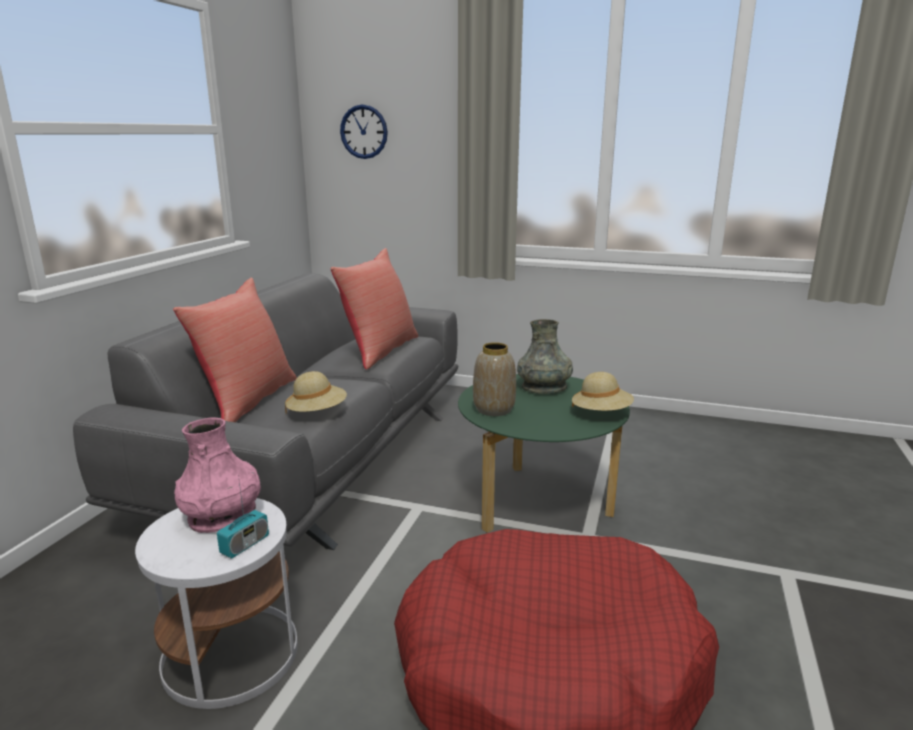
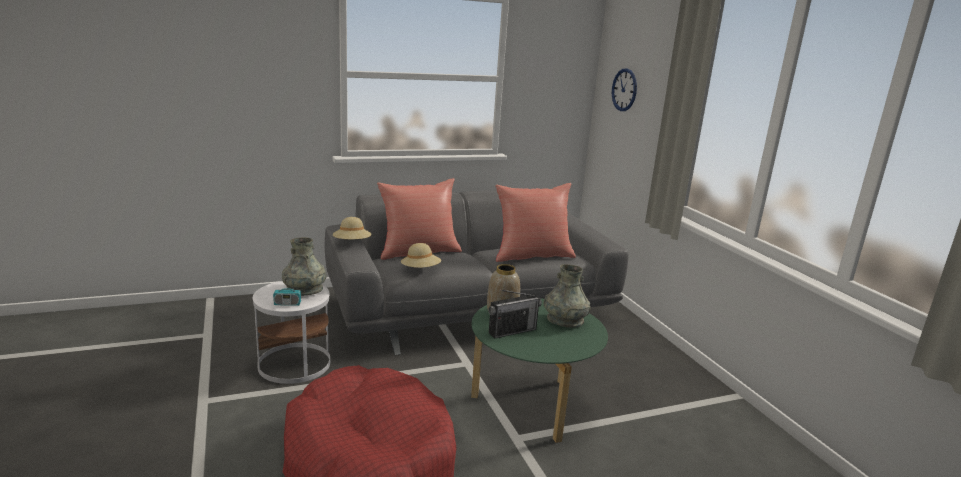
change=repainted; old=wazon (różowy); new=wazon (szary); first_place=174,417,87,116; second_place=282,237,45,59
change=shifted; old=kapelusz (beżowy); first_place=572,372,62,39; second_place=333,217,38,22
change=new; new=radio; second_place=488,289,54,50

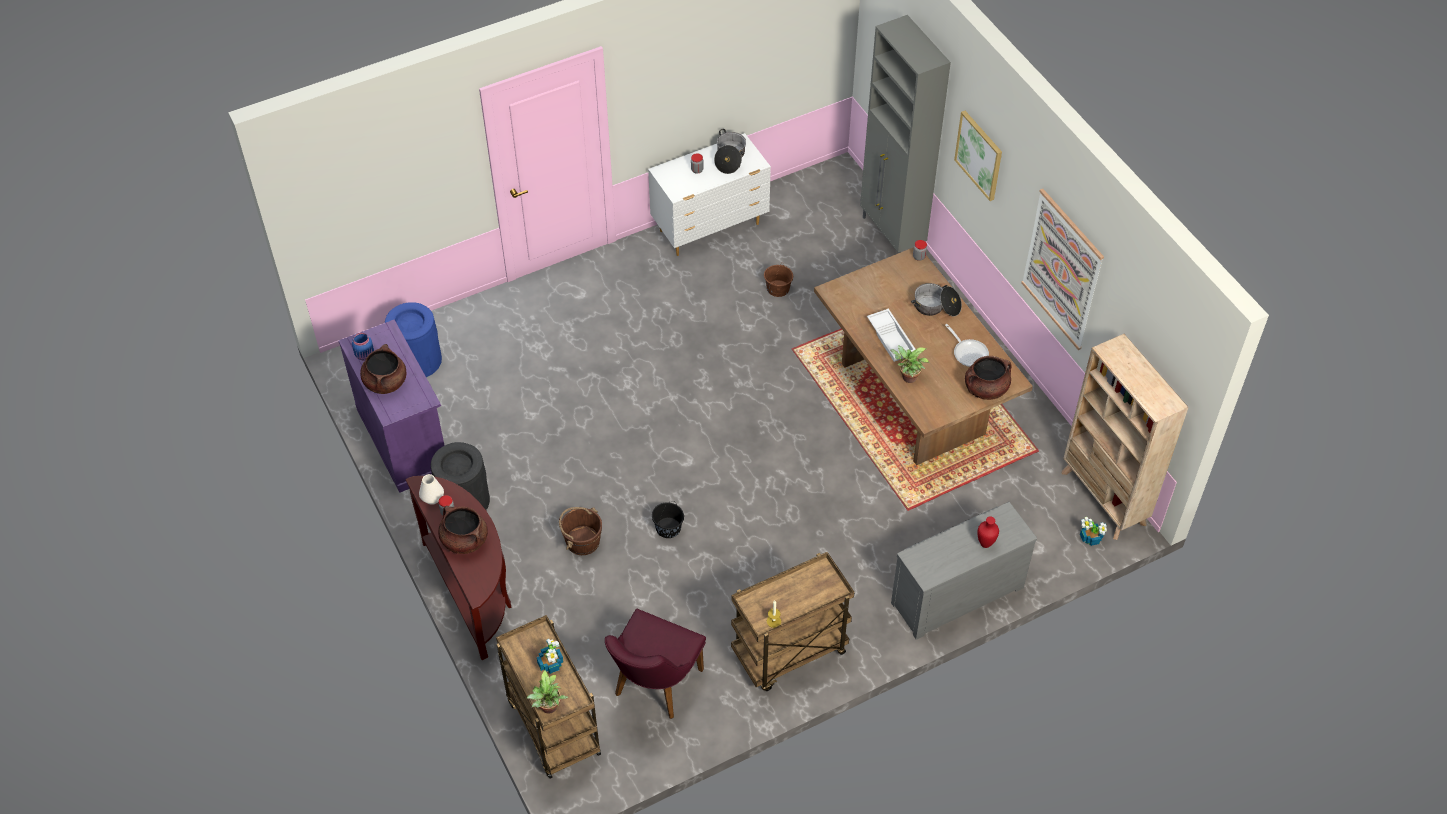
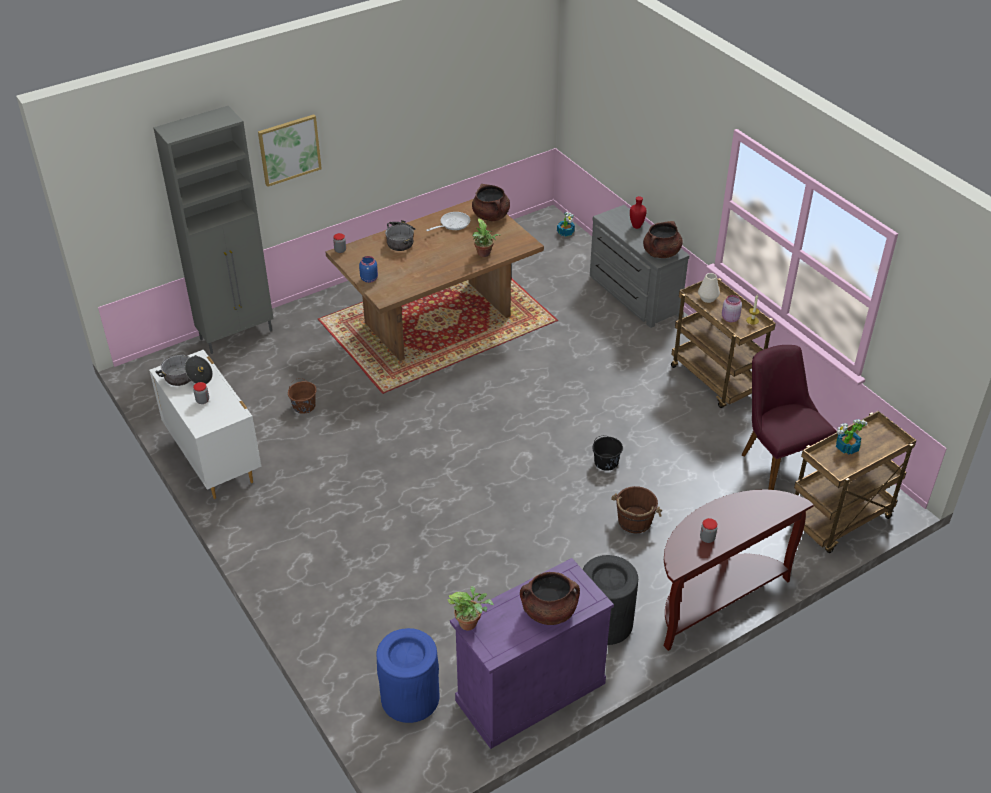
change=shifted; old=słoik (niebieski); first_place=352,333,22,27; second_place=359,256,19,27
change=shifted; old=wazon (biały); first_place=419,474,25,31; second_place=698,273,22,30
change=shifted; old=garnek (brązowy); first_place=438,506,50,48; second_place=643,221,40,37
change=shifted; old=roślina doniczkowa; first_place=527,670,41,44; second_place=447,586,47,45
change=rotated; old=krzesło (fioletowy); first_place=605,609,101,110; second_place=741,345,96,145; degrees=-135
change=gone; old=taca (biały); first_place=867,308,49,54
change=gone; old=obraz; first_place=1021,189,83,161
change=gone; old=regał (beżowy); first_place=1061,334,128,206
change=new; new=słoik (różowy); second_place=722,295,20,27

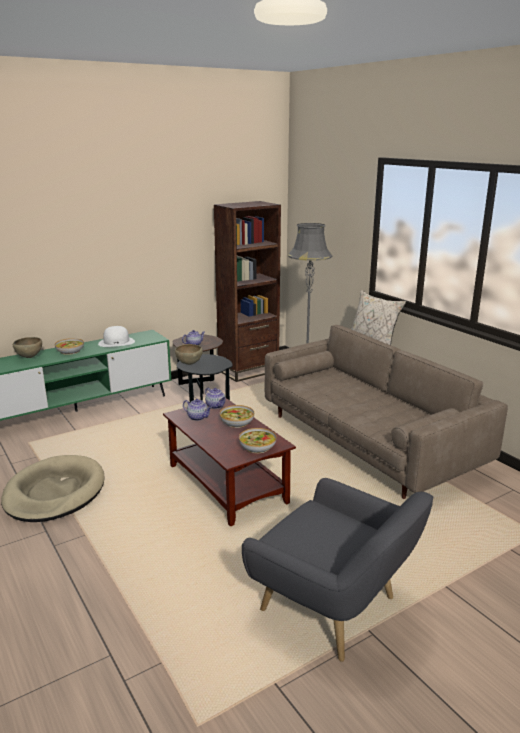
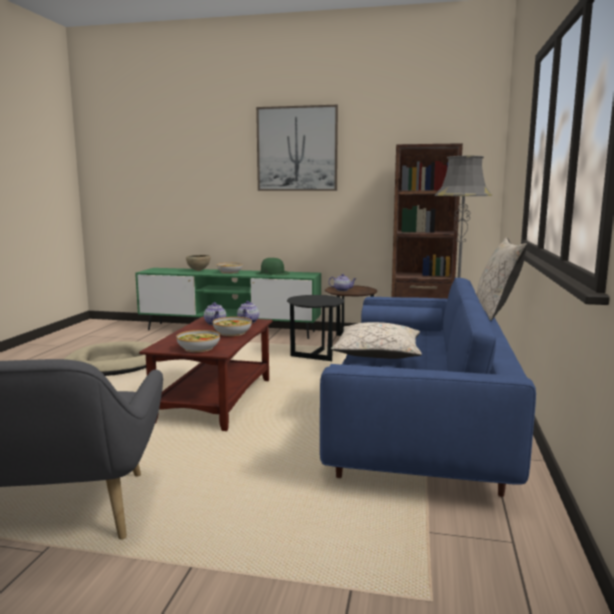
change=repainted; old=kapelusz (biały); new=kapelusz (zielony); first_place=98,326,37,21; second_place=256,258,34,18
change=gone; old=miska (brązowy); first_place=175,344,28,21
change=repainted; old=kanapa (beżowy); new=kanapa (niebieski); first_place=265,325,243,174; second_place=320,278,216,219
change=new; new=obraz; second_place=256,105,82,86
change=new; new=poduszka (beżowy); second_place=331,322,91,37

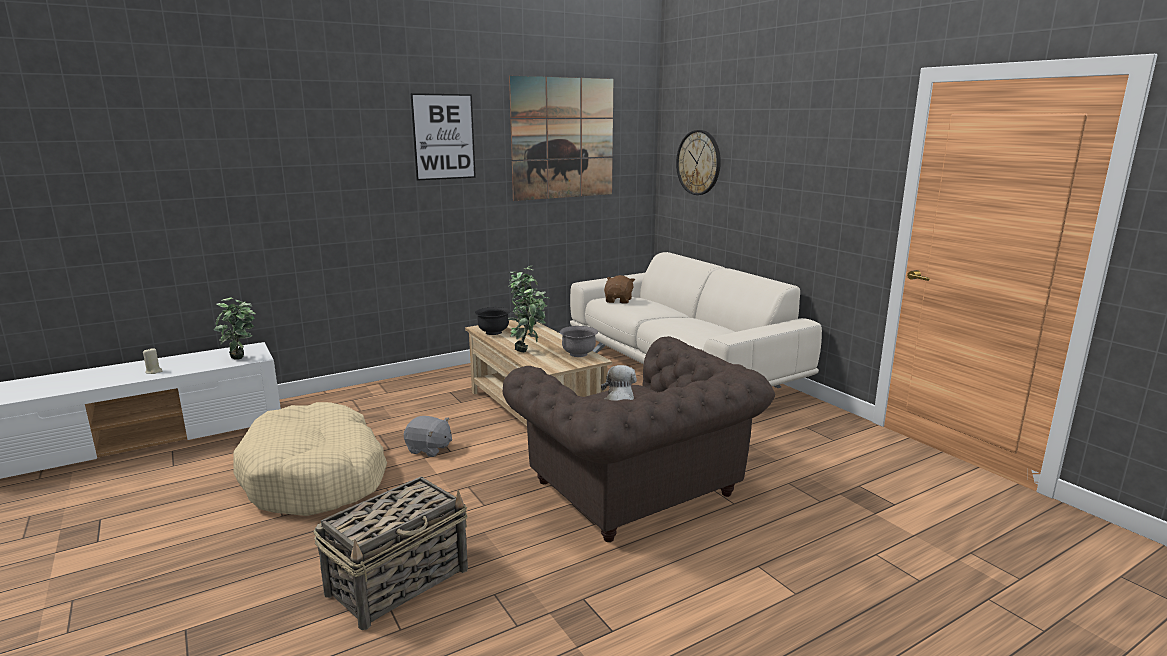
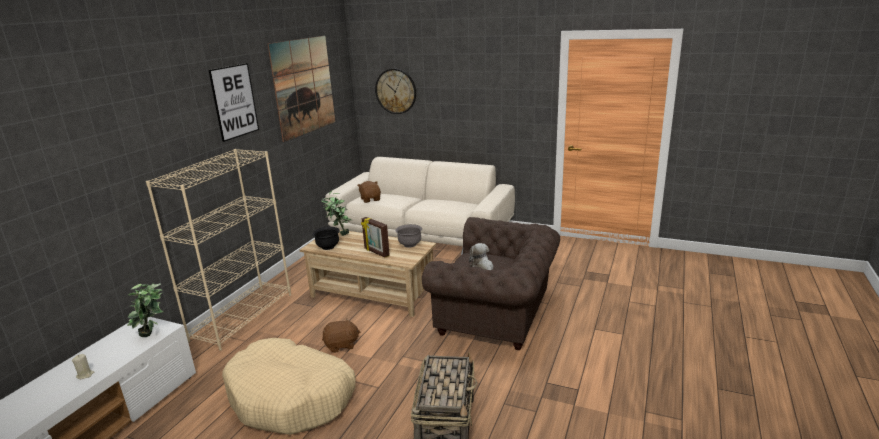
change=repainted; old=pluszak (szary); new=pluszak (brązowy); first_place=404,416,48,41; second_place=322,318,39,35
change=swapped; old=roślina doniczkowa; new=ramka na zdjęcie; first_place=508,289,42,63; second_place=361,217,29,41
change=new; new=regał (beżowy); second_place=146,149,145,202

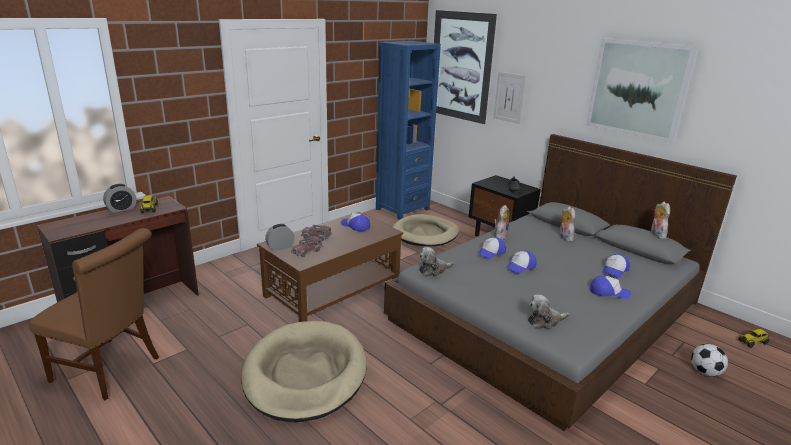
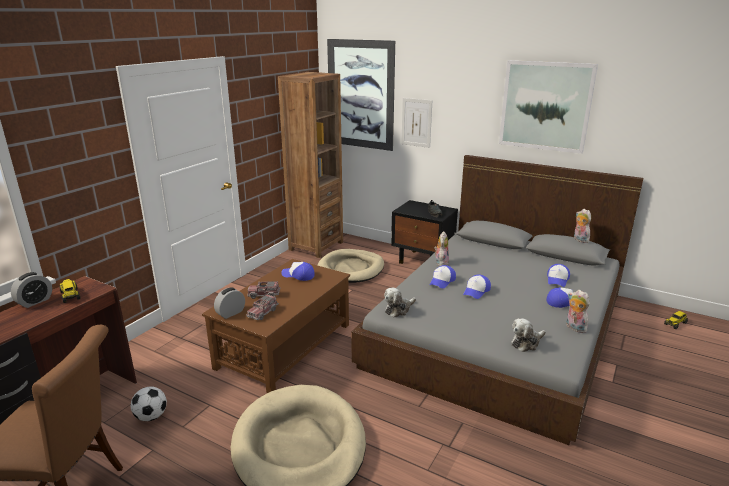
change=repainted; old=regał (niebieski); new=regał (brązowy); first_place=376,41,65,179; second_place=278,72,65,186
change=shifted; old=pluszak; first_place=559,206,17,36; second_place=566,290,24,43
change=shifted; old=piłka futbolowa; first_place=691,344,37,32; second_place=131,386,36,35

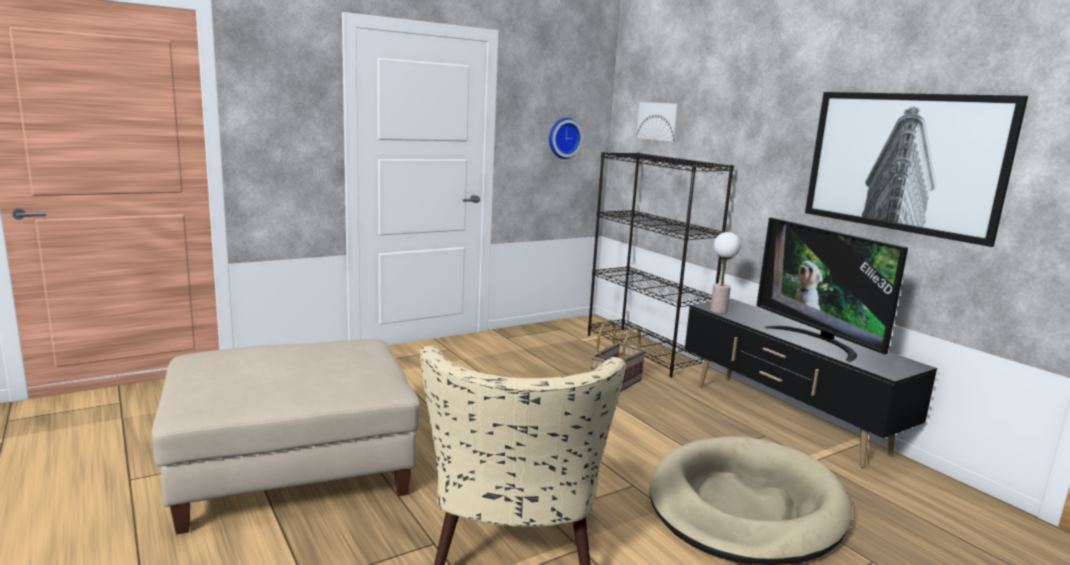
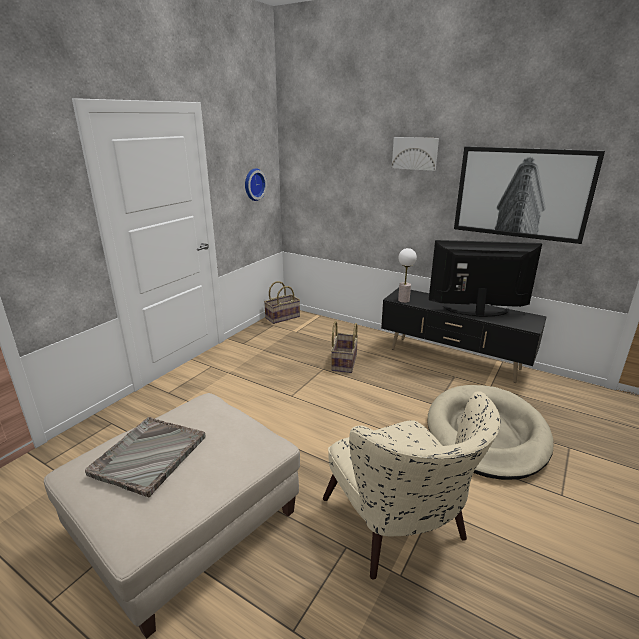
change=gone; old=regał (czarny); first_place=588,152,146,225
change=shifted; old=obraz; first_place=636,102,45,40; second_place=392,137,47,34
change=rotated; old=telewizor; first_place=757,218,151,144; second_place=429,240,113,76; degrees=150
change=new; new=taca (szary); second_place=85,417,120,81
change=new; new=koszyk; second_place=264,281,36,43

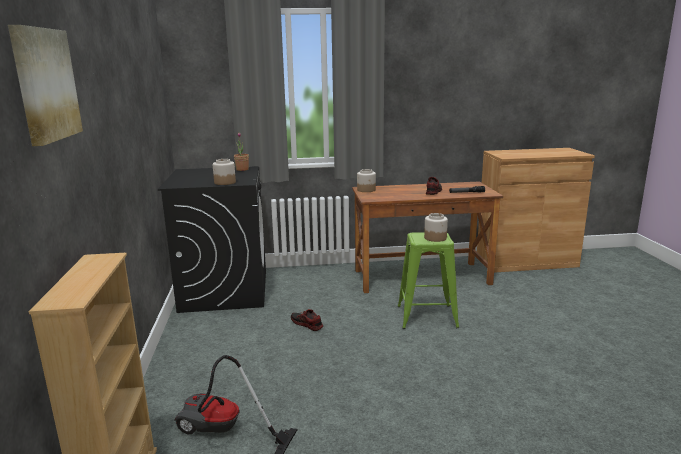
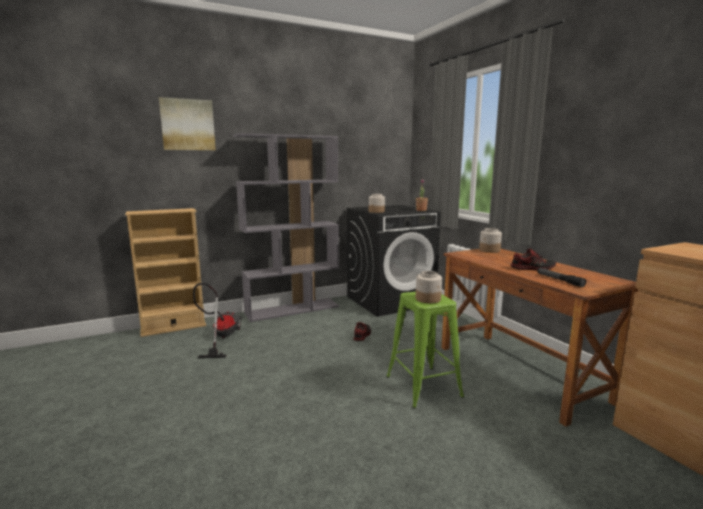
change=new; new=regał (szary); second_place=233,133,106,189

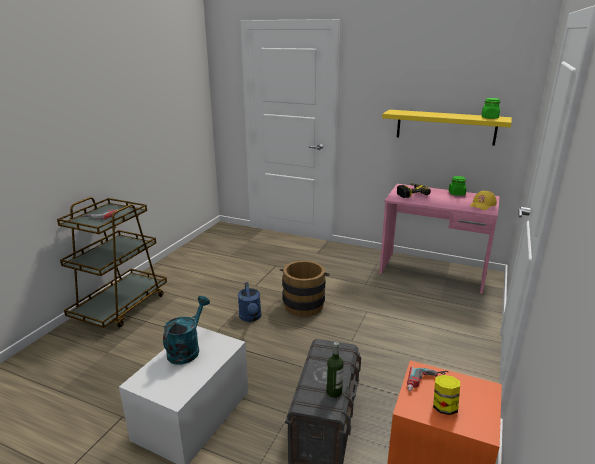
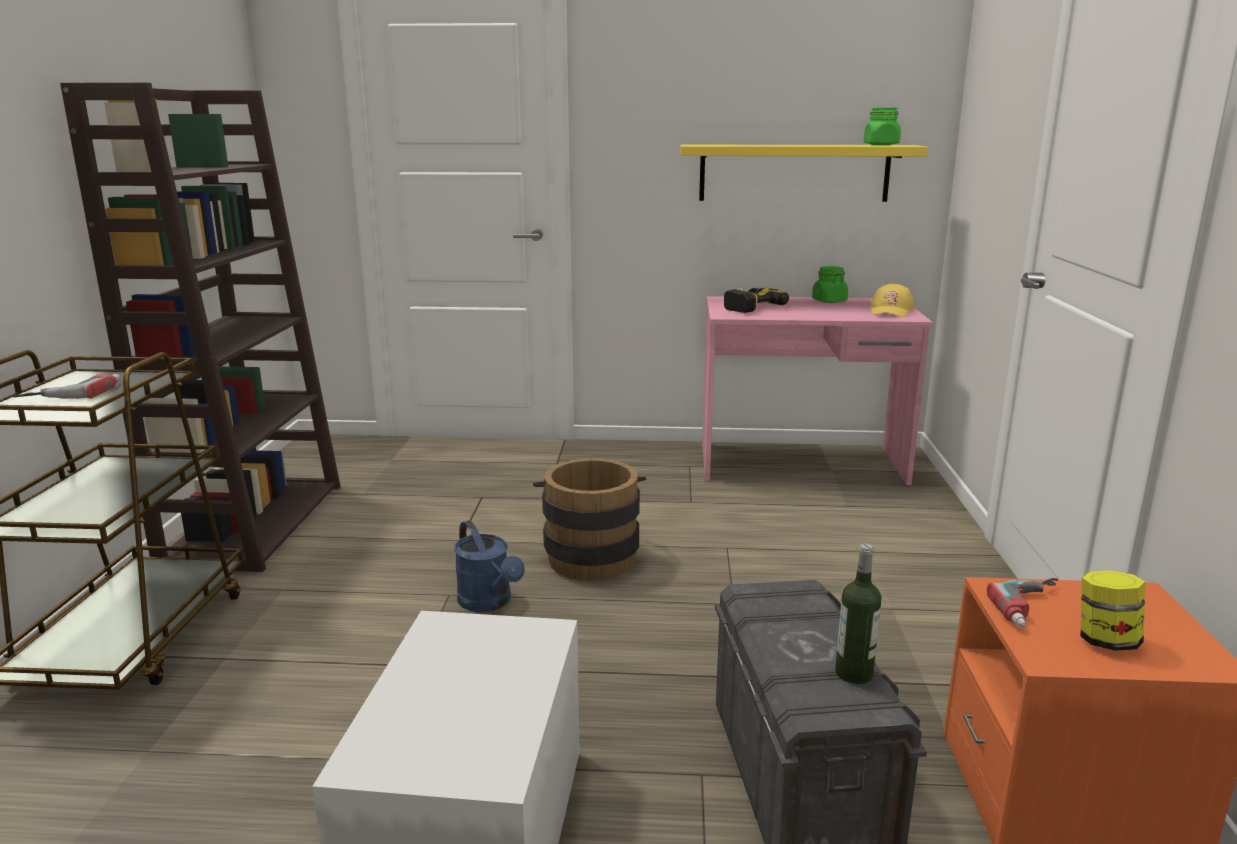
change=gone; old=konewka (turkusowy); first_place=163,296,47,68
change=new; new=regał (brązowy); second_place=60,82,281,490

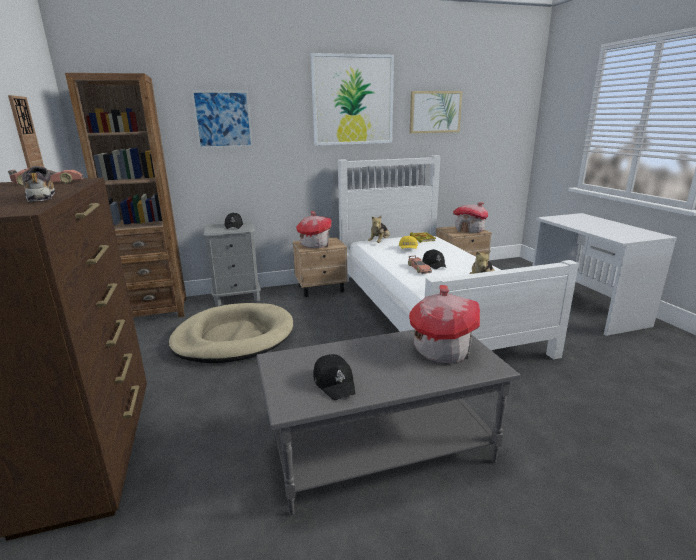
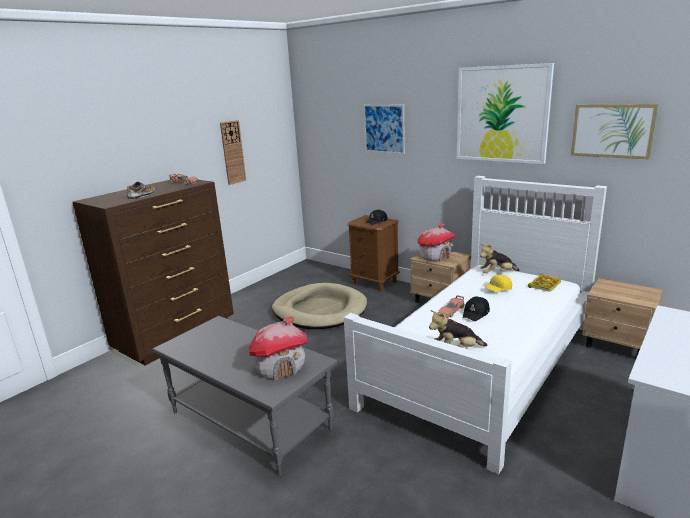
change=gone; old=regał (brązowy); first_place=65,73,122,244
change=repainted; old=szafka nocna (szary); new=szafka nocna (brązowy); first_place=204,222,57,84; second_place=347,215,53,76
change=gone; old=czapka z daszkiem (czarny); first_place=313,354,42,46
change=gone; old=domek; first_place=453,202,35,32

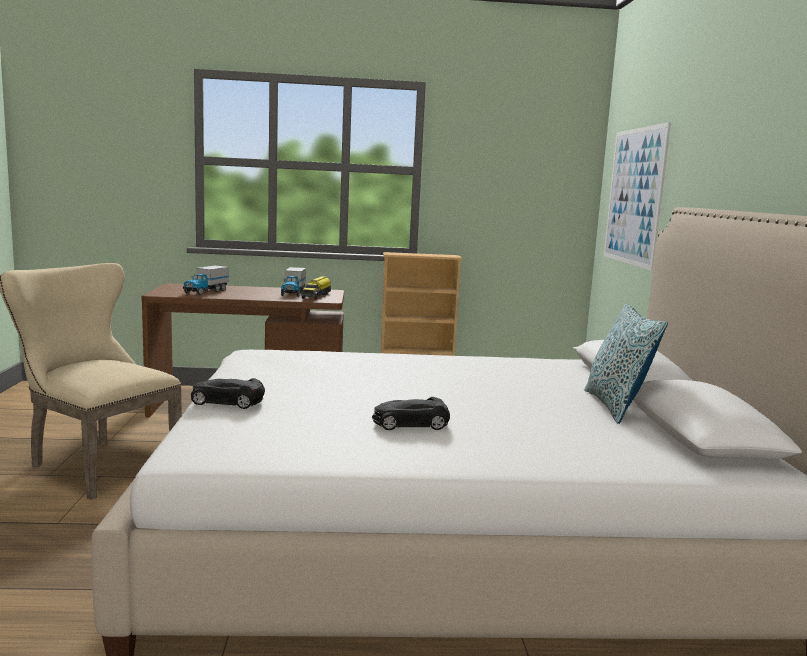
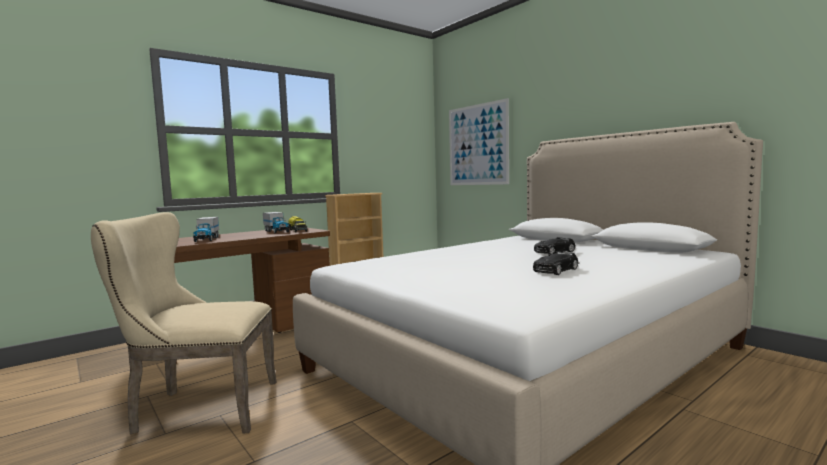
change=shifted; old=samochodzik (czarny); first_place=191,378,74,31; second_place=534,237,41,18
change=gone; old=poduszka; first_place=584,304,84,120

